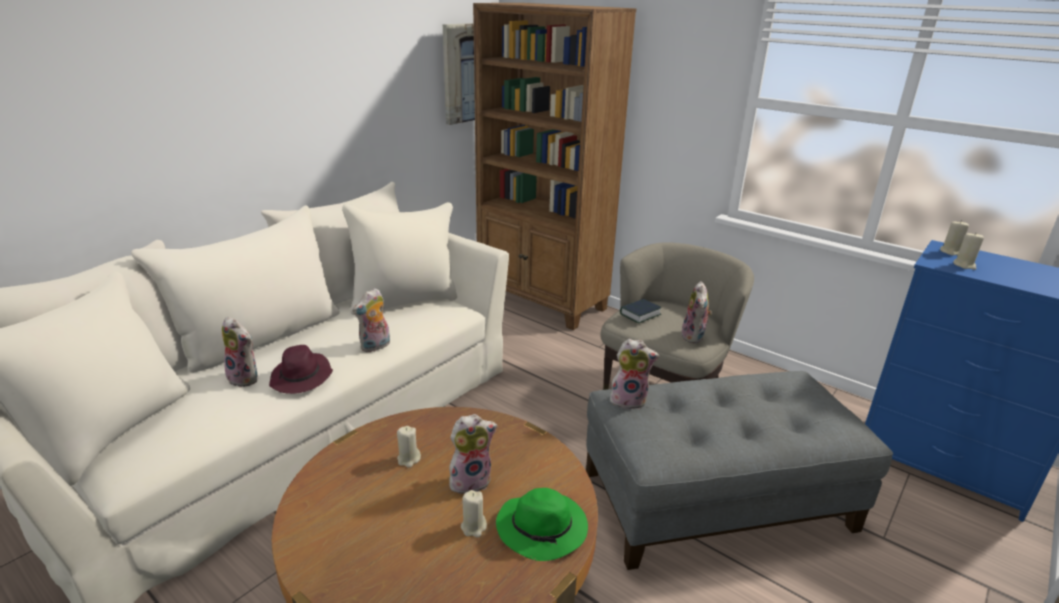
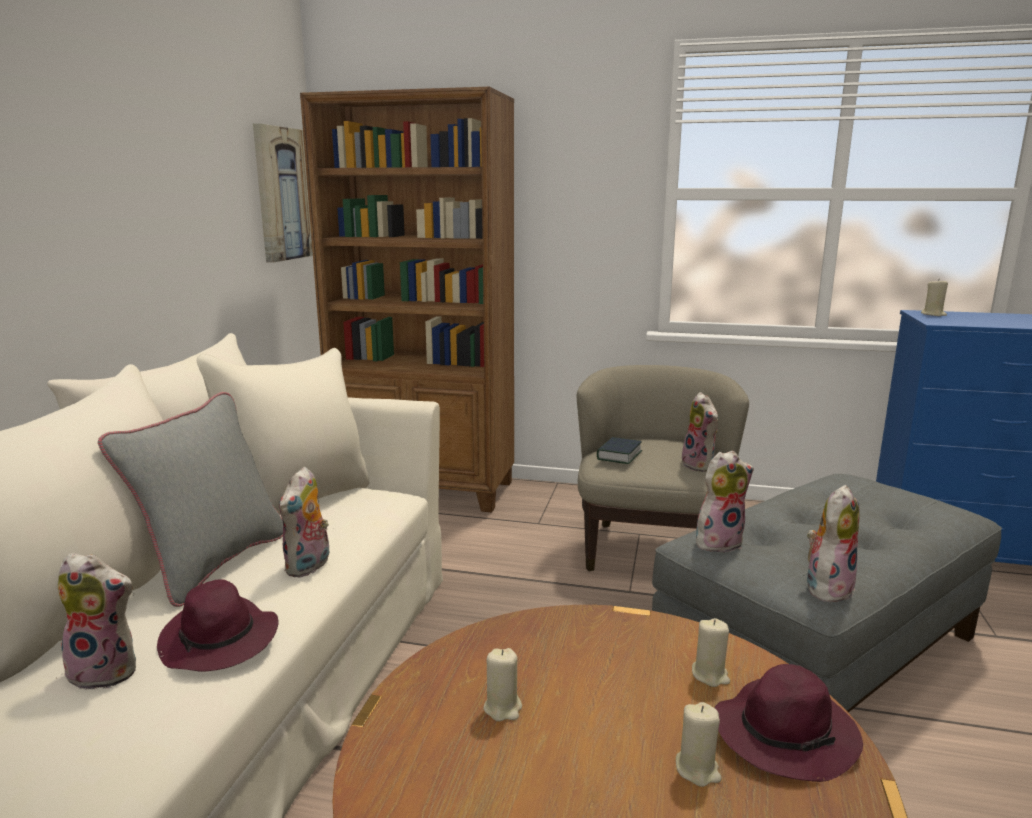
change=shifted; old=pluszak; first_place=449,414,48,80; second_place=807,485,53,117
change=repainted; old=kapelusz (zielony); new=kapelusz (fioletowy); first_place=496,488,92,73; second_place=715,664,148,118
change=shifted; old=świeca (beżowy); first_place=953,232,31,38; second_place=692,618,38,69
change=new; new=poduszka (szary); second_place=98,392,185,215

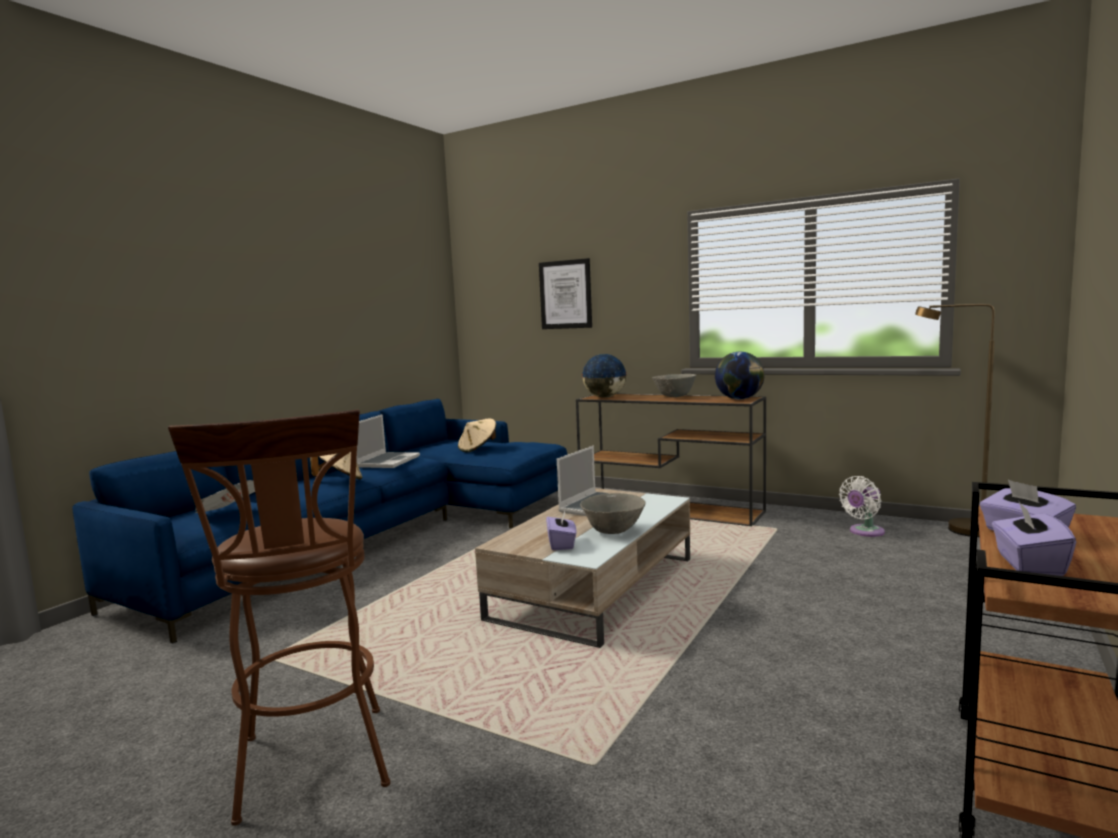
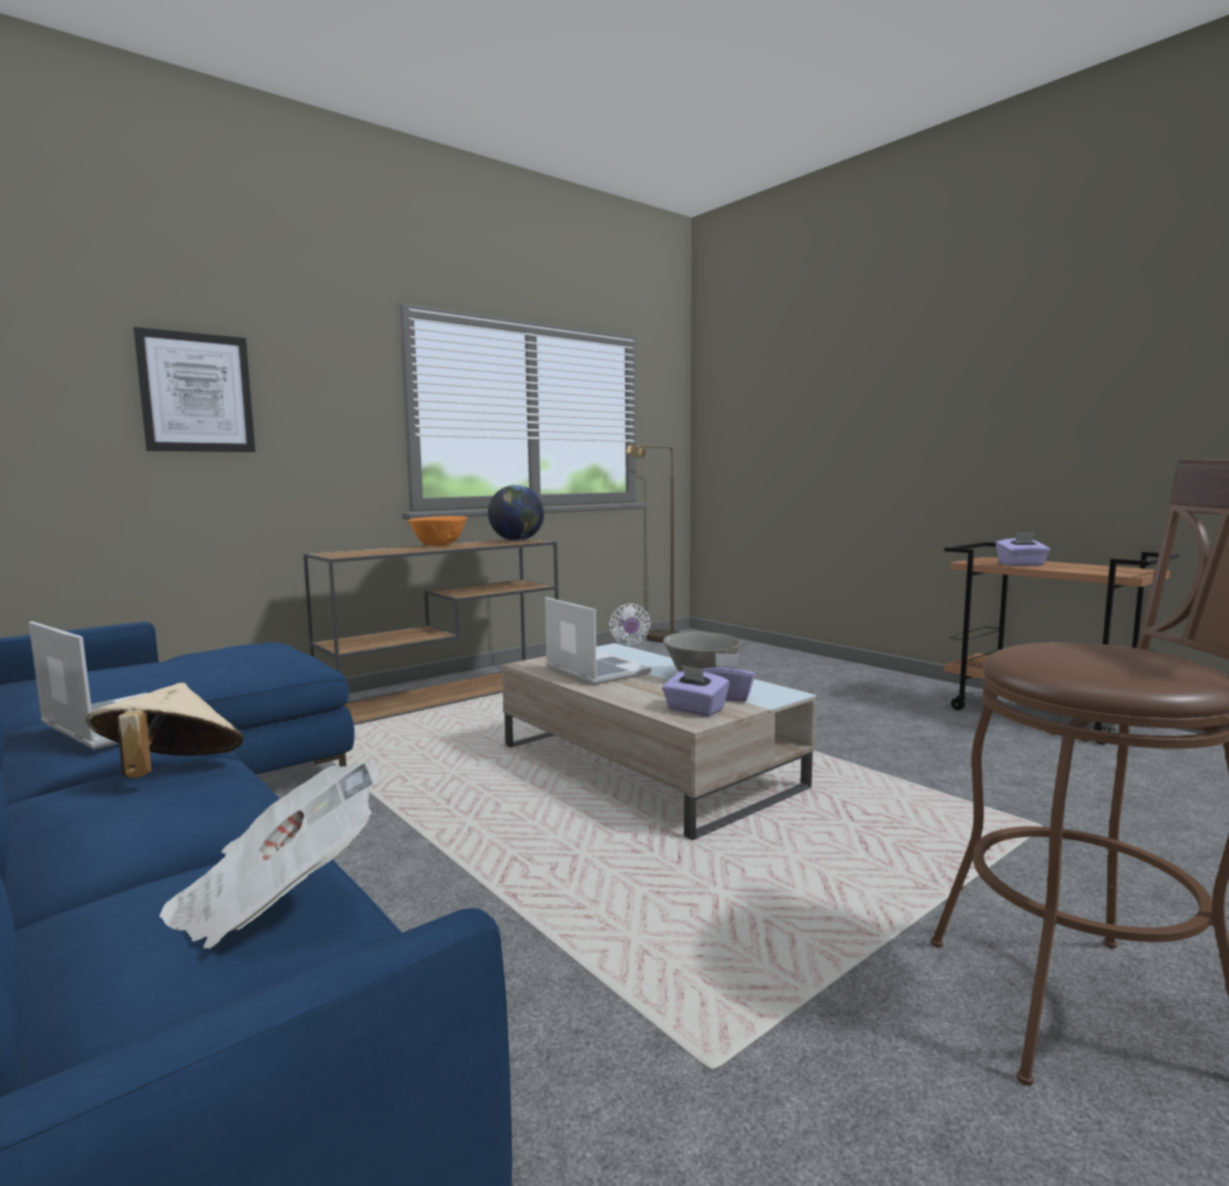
change=gone; old=kapelusz (beżowy); first_place=458,419,38,33
change=gone; old=globus; first_place=581,354,46,44
change=repainted; old=miska (szary); new=miska (pomarańczowy); first_place=652,374,44,23; second_place=408,516,59,30
change=shifted; old=pudełko chusteczek (fioletowy); first_place=992,502,84,74; second_place=662,665,67,51

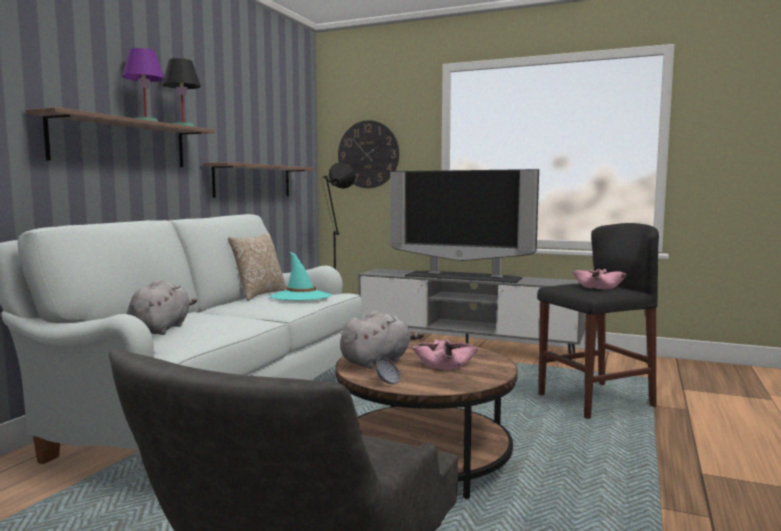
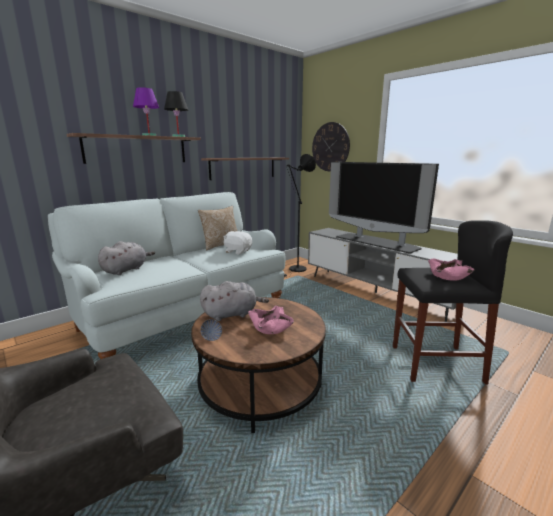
change=swapped; old=kapelusz (turkusowy); new=pluszak (biały); first_place=270,251,61,49; second_place=224,231,28,24

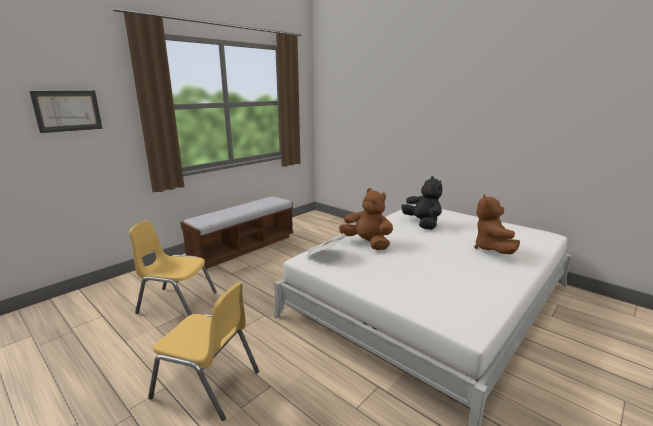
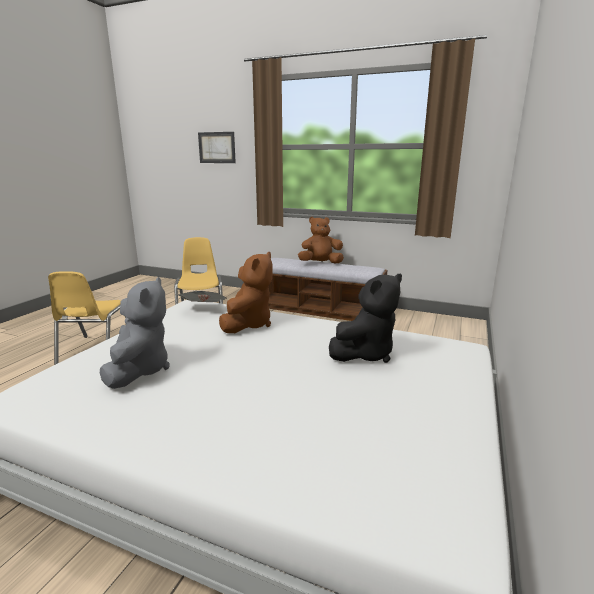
change=shifted; old=pluszak (brązowy); first_place=474,194,46,60; second_place=298,217,46,47
change=new; new=pluszak (szary); second_place=100,277,70,112

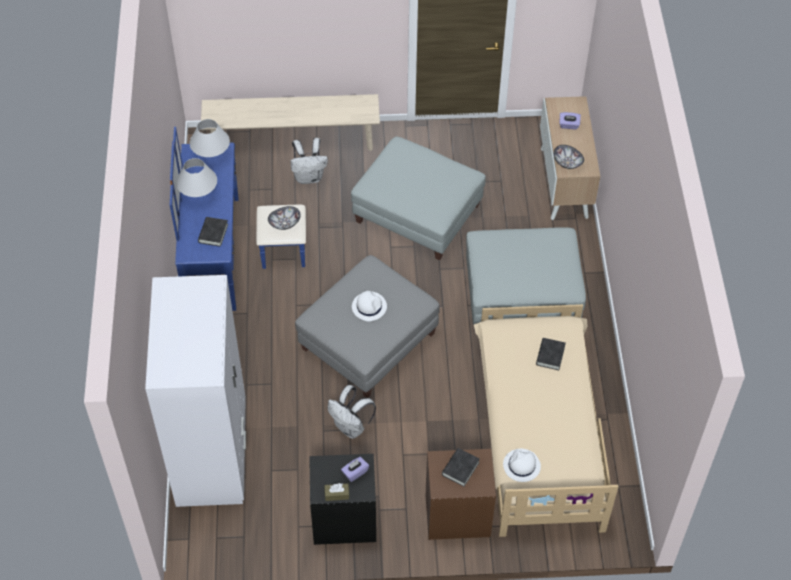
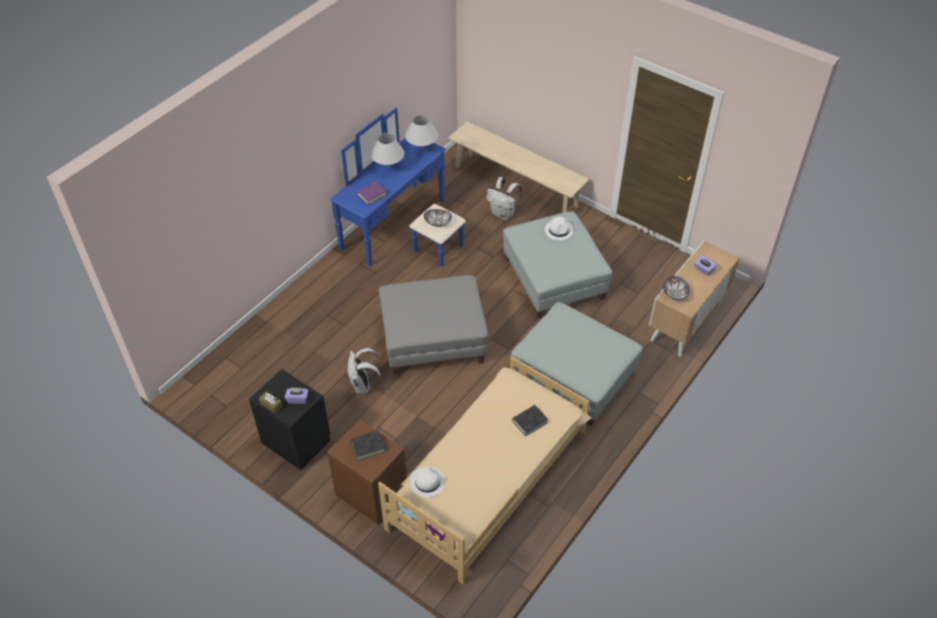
change=gone; old=szafa (biały); first_place=145,275,101,232
change=repainted; old=książka (czarny); new=książka (fioletowy); first_place=198,217,30,30; second_place=357,181,30,24
change=shifted; old=kapelusz (biały); first_place=352,291,35,30; second_place=545,217,29,23

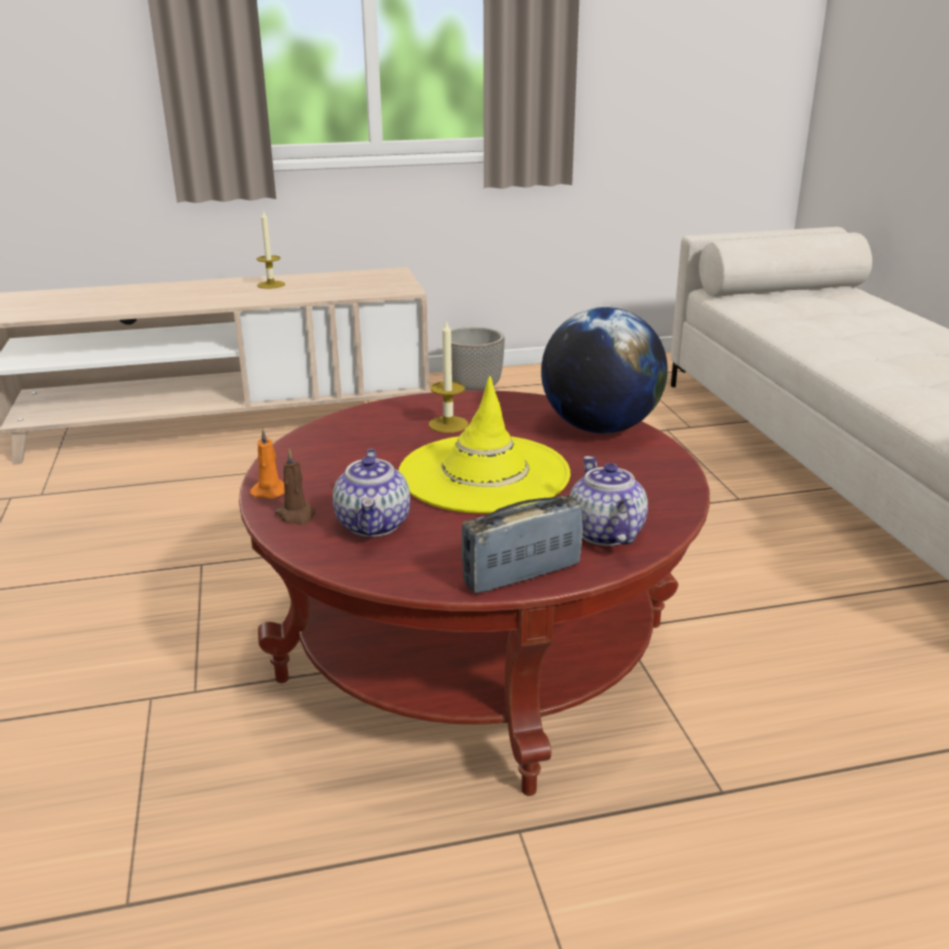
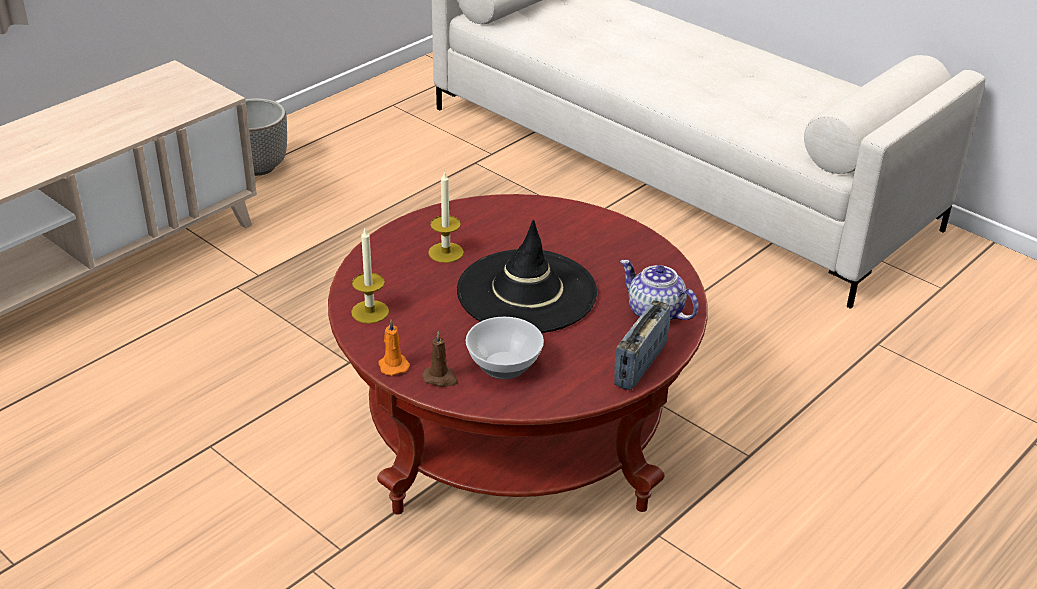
change=shifted; old=świeca; first_place=256,210,29,79; second_place=351,229,38,95
change=swapped; old=imbryk; new=miska; first_place=333,449,77,88; second_place=466,317,78,62
change=repainted; old=kapelusz (żółty); new=kapelusz (czarny); first_place=398,376,172,137; second_place=457,219,140,114
change=gone; old=globus; first_place=541,307,127,127

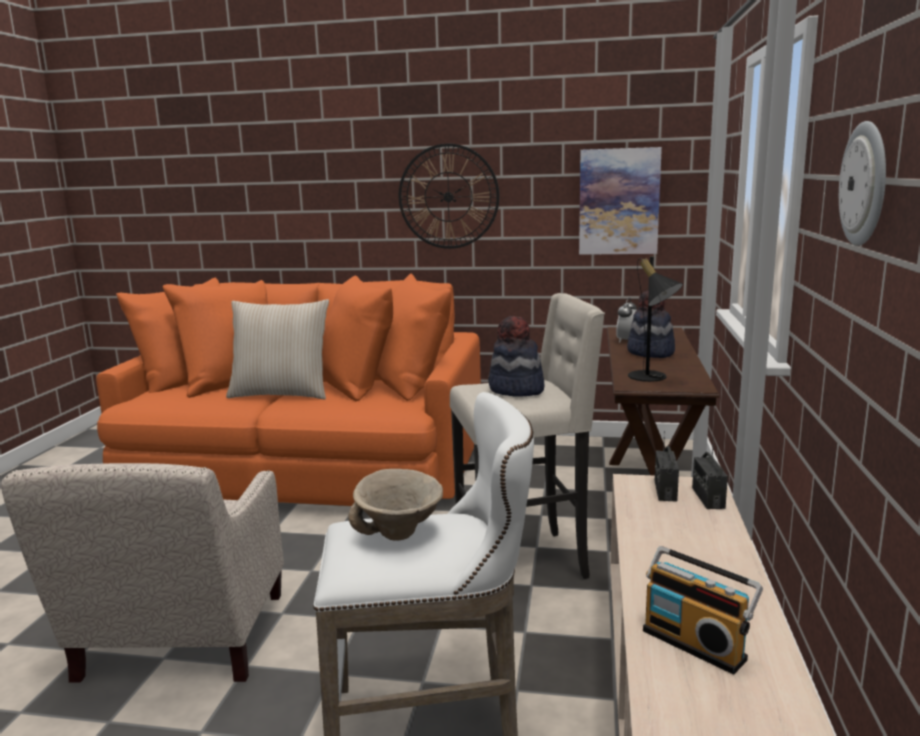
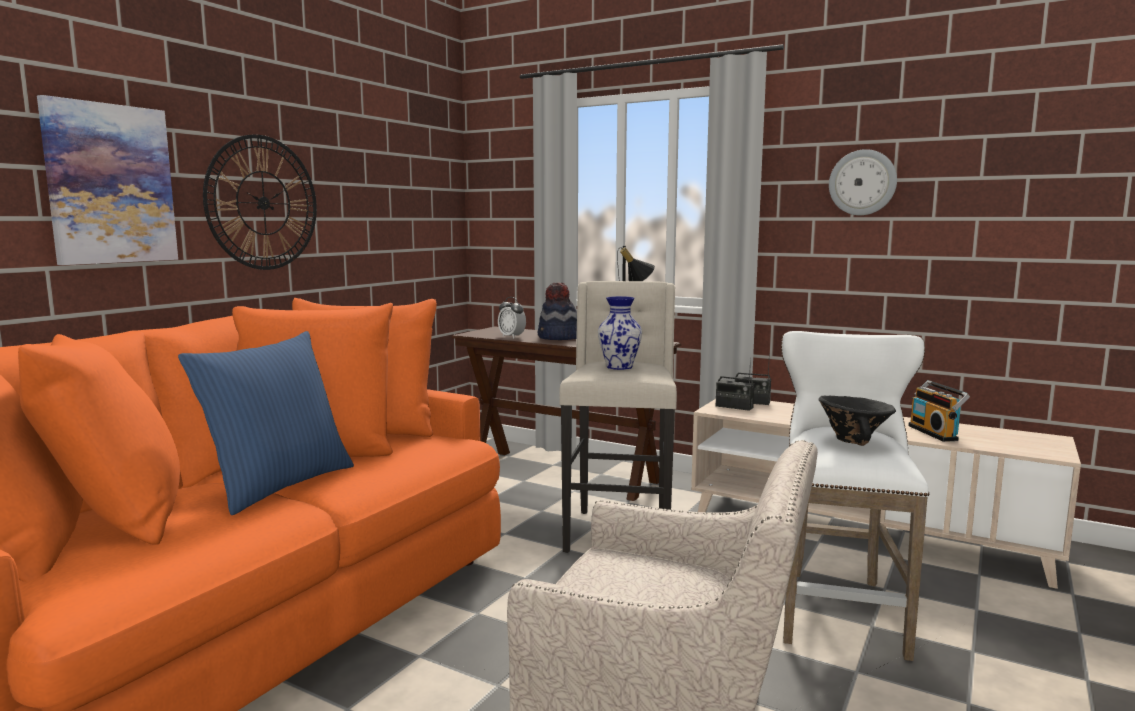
change=repainted; old=poduszka (beżowy); new=poduszka (niebieski); first_place=226,299,103,100; second_place=178,331,176,184
change=repainted; old=miska (beżowy); new=miska (czarny); first_place=348,469,95,72; second_place=818,396,78,50
change=swapped; old=kapelusz; new=wazon; first_place=488,316,57,81; second_place=598,296,44,74
change=shifted; old=obraz; first_place=579,147,83,108; second_place=37,95,141,170
change=rotated; old=radio; first_place=643,546,120,129; second_place=908,380,62,62; degrees=105

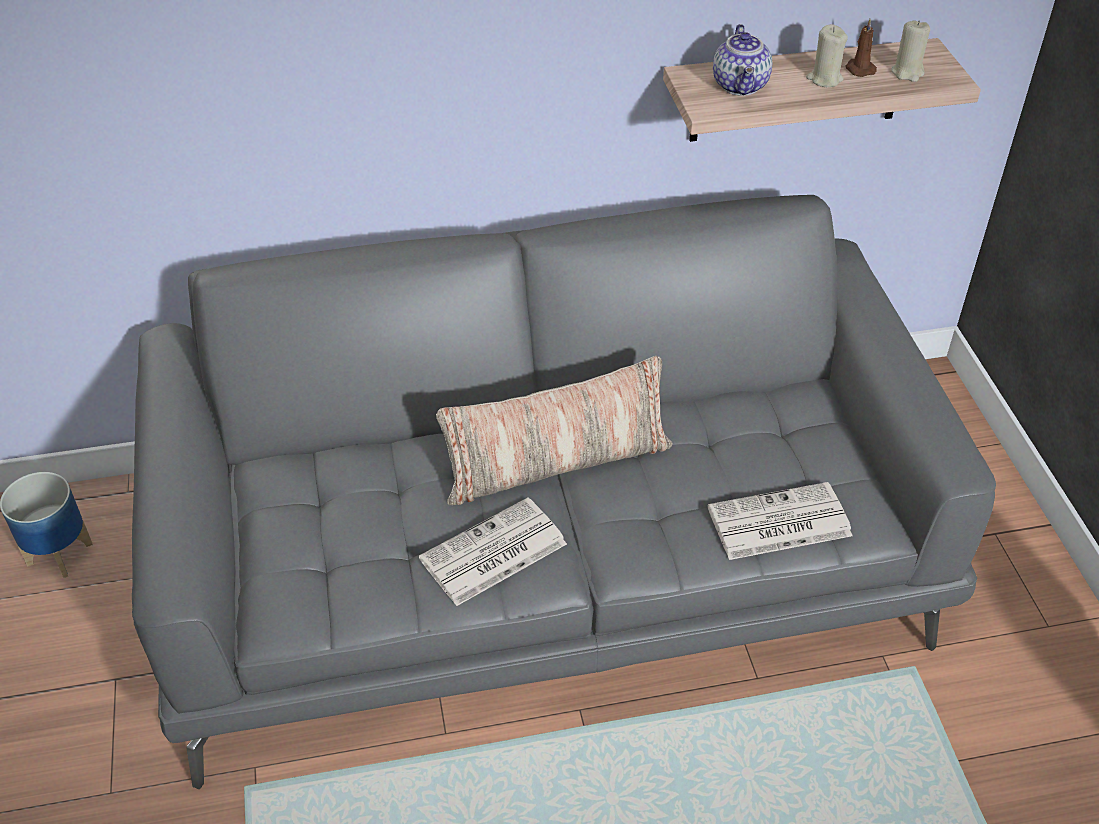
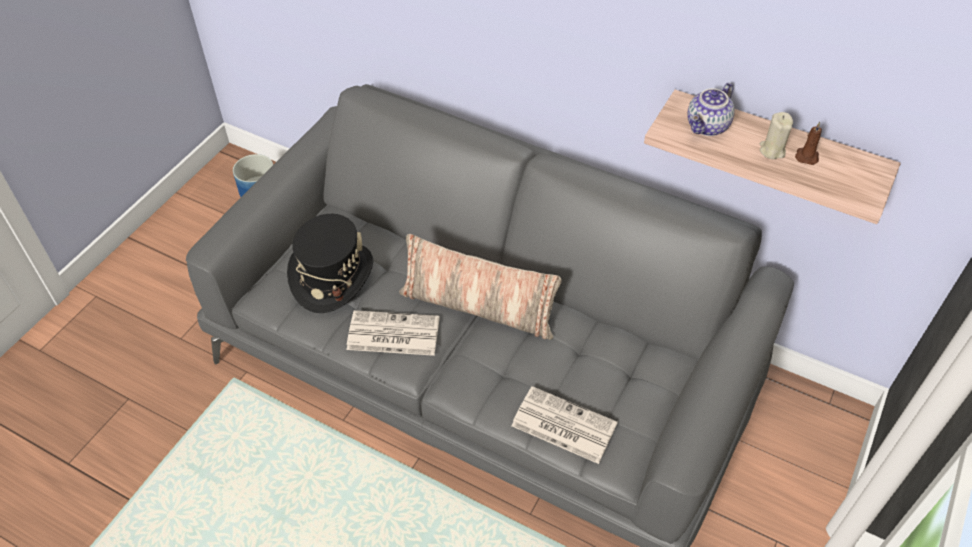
change=gone; old=świeca (beżowy); first_place=891,20,39,62
change=new; new=kapelusz (czarny); second_place=287,214,86,99

